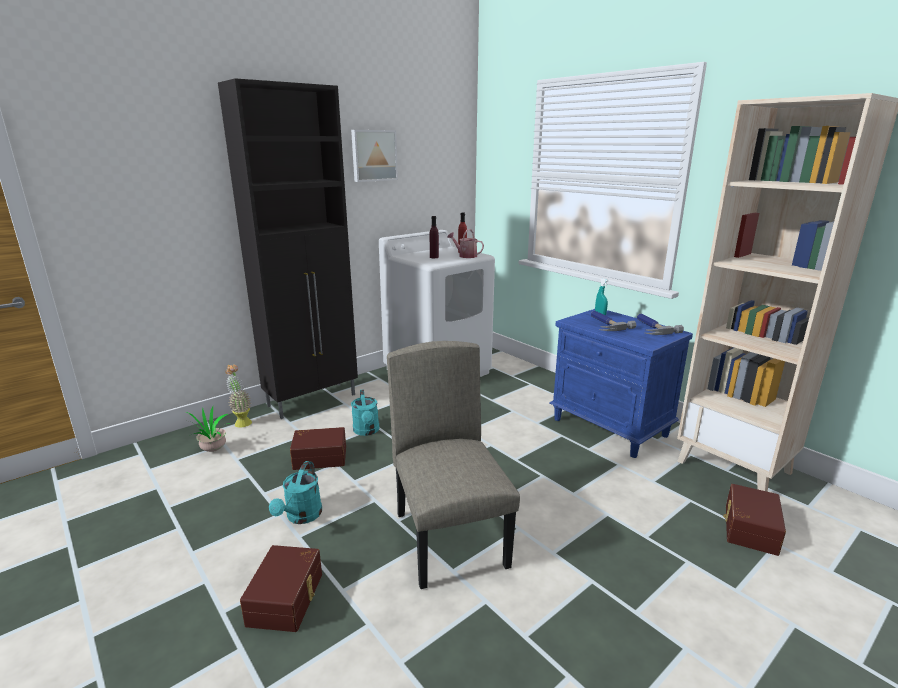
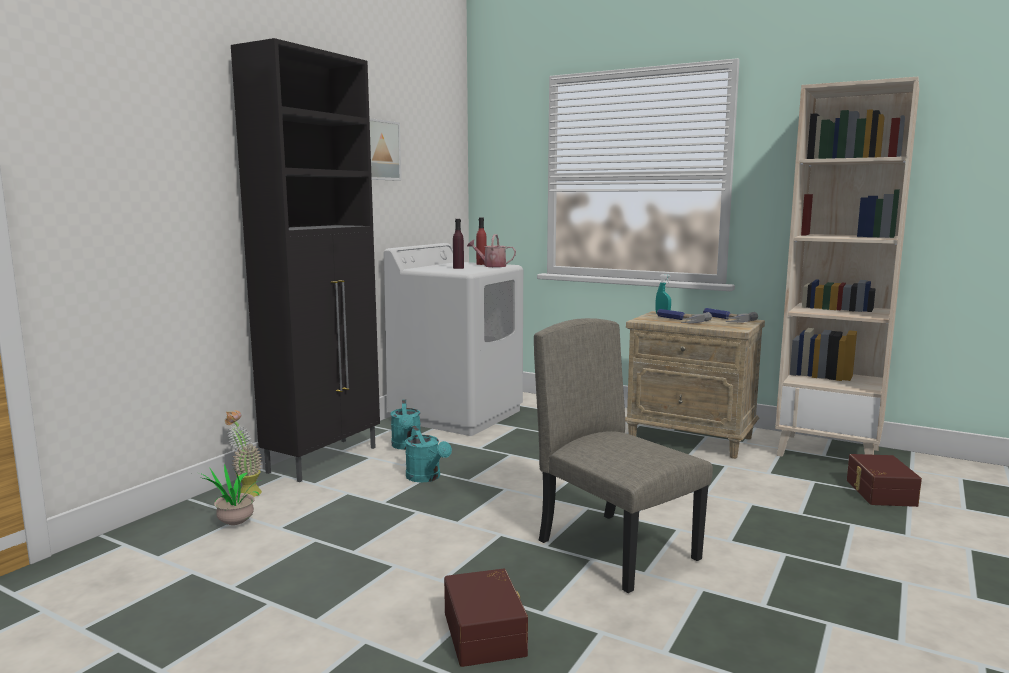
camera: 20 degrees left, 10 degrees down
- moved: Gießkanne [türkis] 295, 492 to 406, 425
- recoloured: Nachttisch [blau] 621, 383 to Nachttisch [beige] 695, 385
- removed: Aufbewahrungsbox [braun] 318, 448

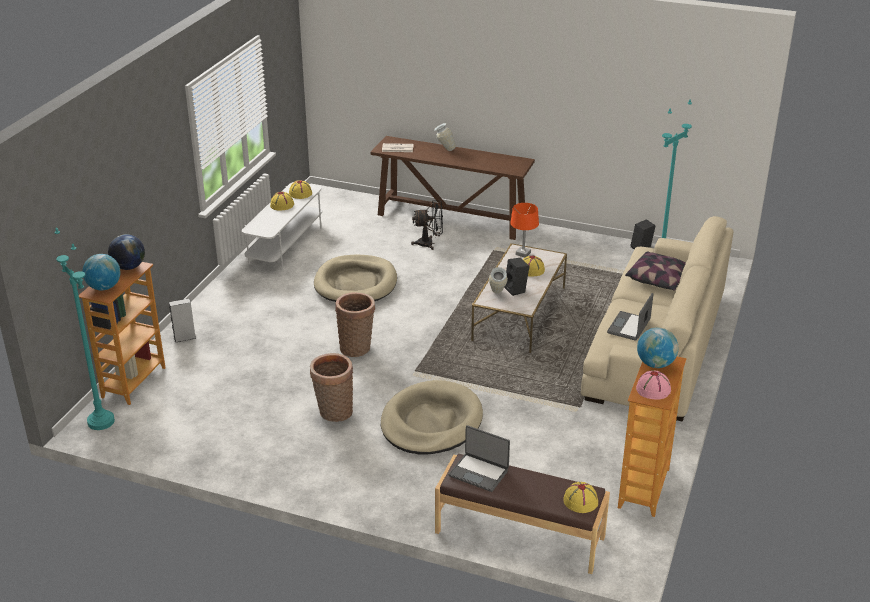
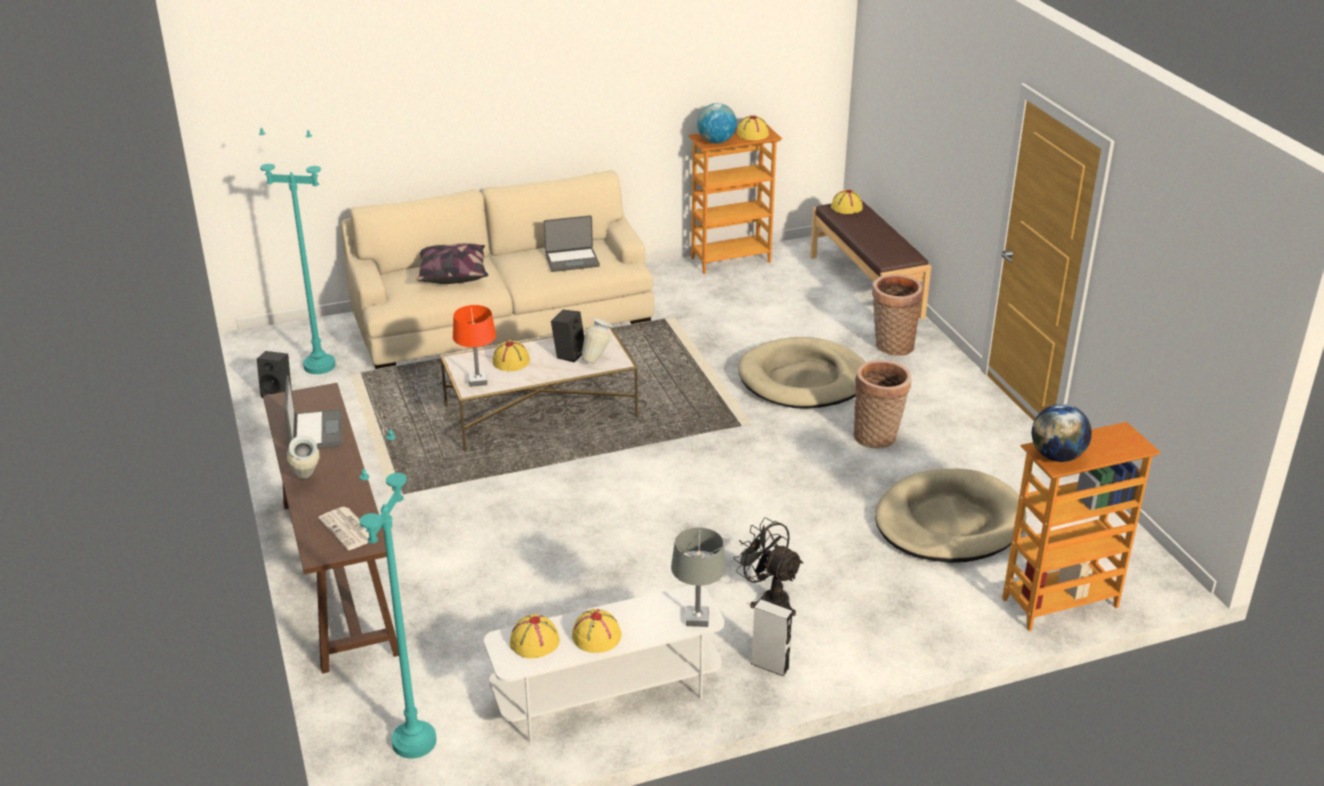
camera: 130 degrees left, 0 degrees up
- moved: Laptop 479, 458 to 313, 412
- moved: Stehlampe [türkis] 85, 329 to 397, 594
- added: Tischlampe [grau] 698, 577
- moved: Ventilator [schwarz] 427, 225 to 768, 566
- recoloured: Hut [rosa] 653, 384 to Hut [gelb] 753, 127
- moved: Lautsprecher [grau] 182, 320 to 772, 638
- moved: Korb 355, 324 to 897, 315
- moved: Hundebett [beige] 355, 278 to 950, 516
- removed: Globus 101, 272

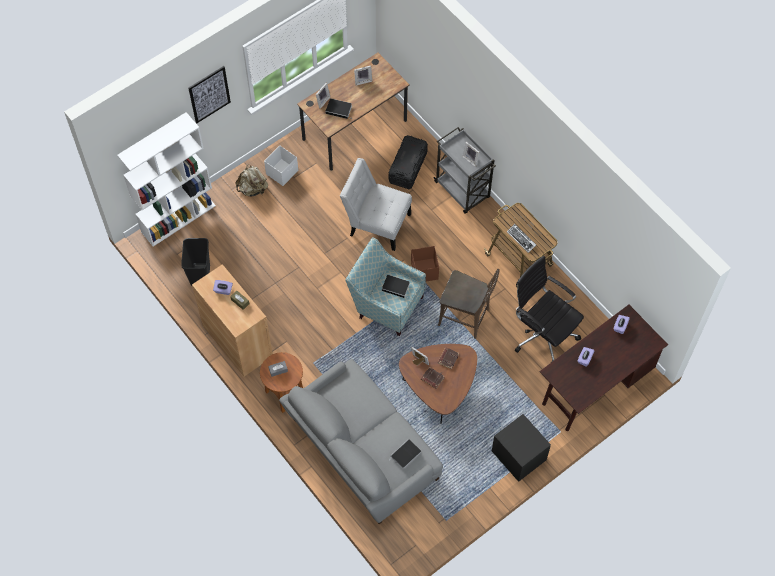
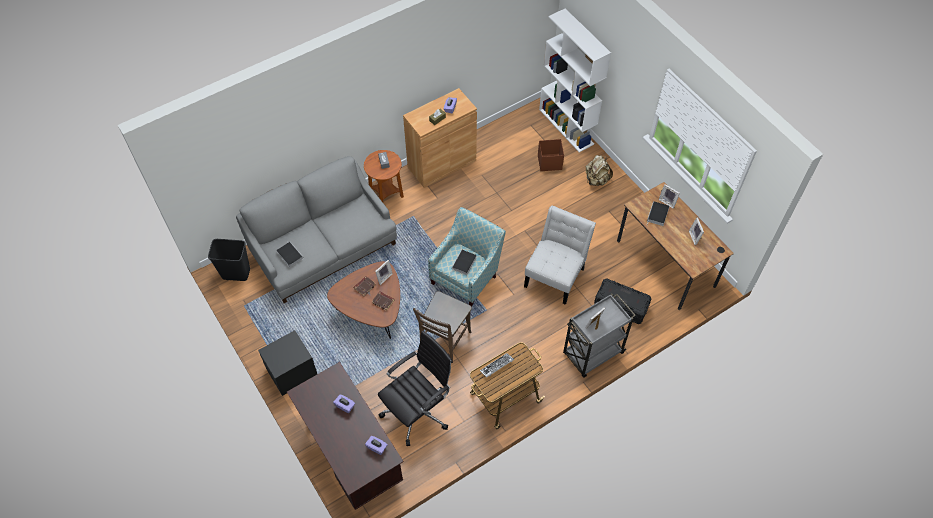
camera: 95 degrees right, 5 degrees down
- moved: Mülleimer [schwarz] 195, 262 to 229, 260
- moved: Aufbewahrungsbox [braun] 425, 263 to 551, 155
- removed: Bild 209, 94
- removed: Aufbewahrungsbox [weiß] 281, 166

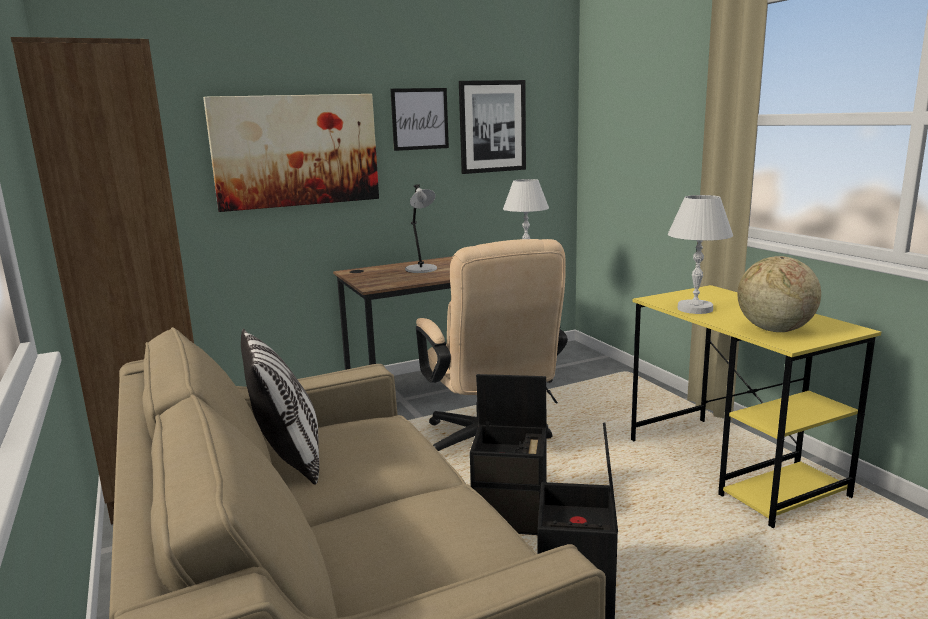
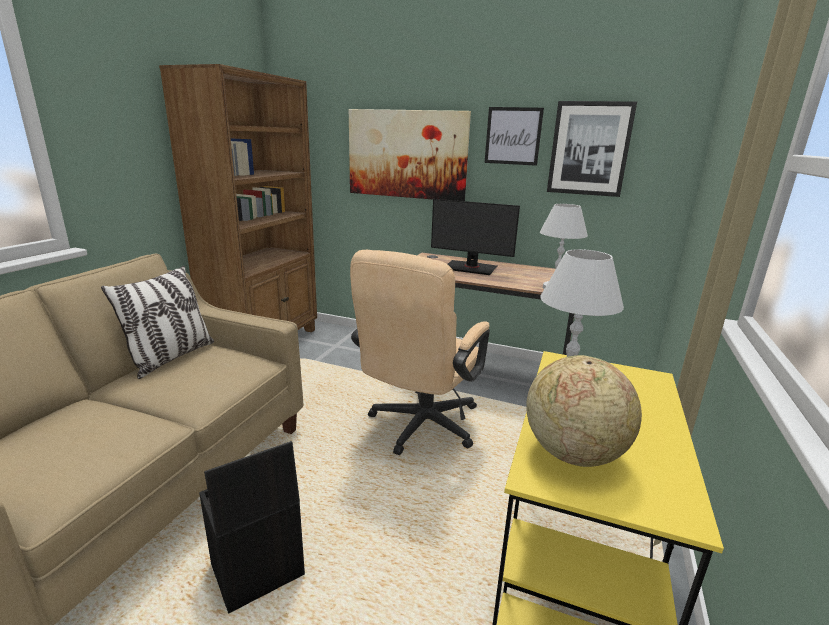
camera: 45 degrees right, 5 degrees up
- replaced: Tischlampe [grau] 421, 228 to Monitor 475, 237
- removed: Aufbewahrungsbox [schwarz] 508, 454

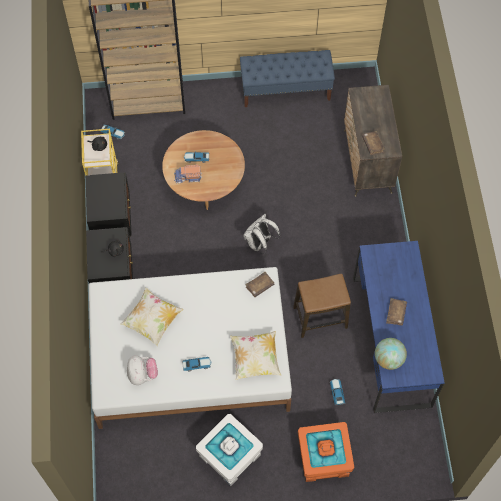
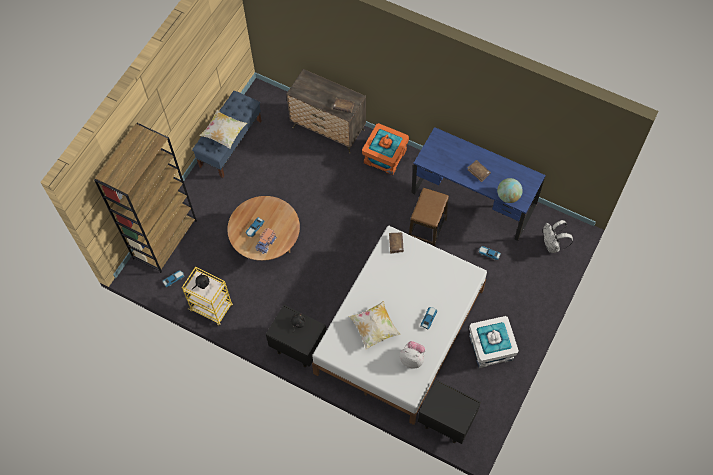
camera: 55 degrees left, 0 degrees up
- moved: Kissen 255, 355 to 223, 129
- moved: Aufbewahrungsbox [orange] 326, 452 to 385, 149
- moved: Nachttisch [schwarz] 109, 204 to 449, 412
- moved: Rucksack [weiß] 261, 234 to 558, 236

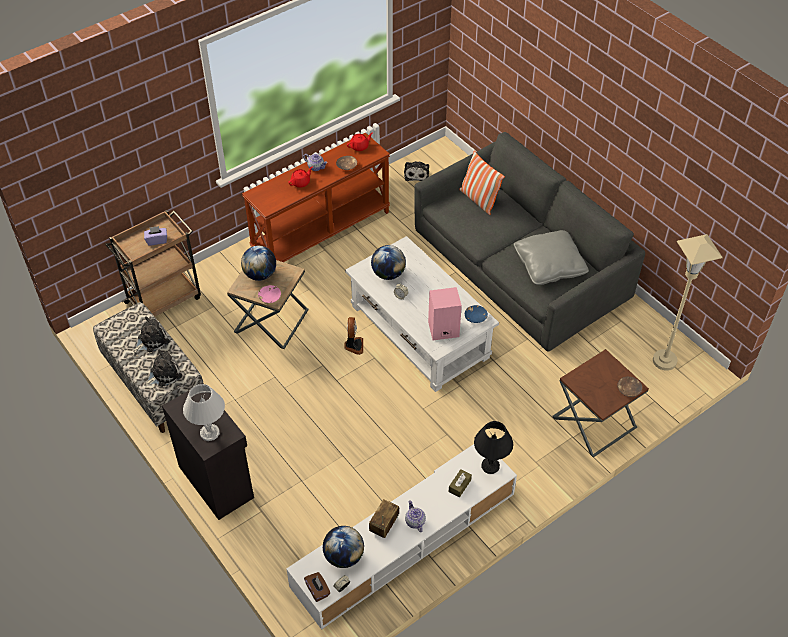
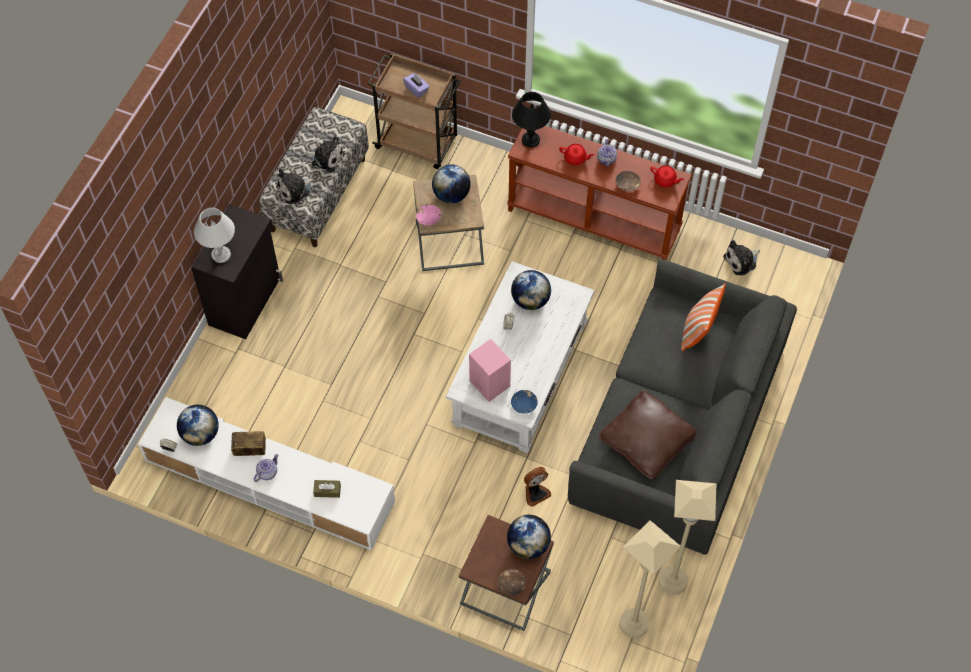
camera: 60 degrees right, 10 degrees up
- turned: Plüschtier 163, 368 = 295, 186 120 degrees clockwise
- added: Globus 529, 537
- moved: Tischlampe [schwarz] 493, 447 to 531, 119
- moved: Ventilator 353, 336 to 537, 487
- recoloured: Kissen [grau] 551, 257 to Kissen [braun] 648, 434
- added: Stehlampe [beige] 688, 537
- removed: Taschentuchbox [braun] 317, 587

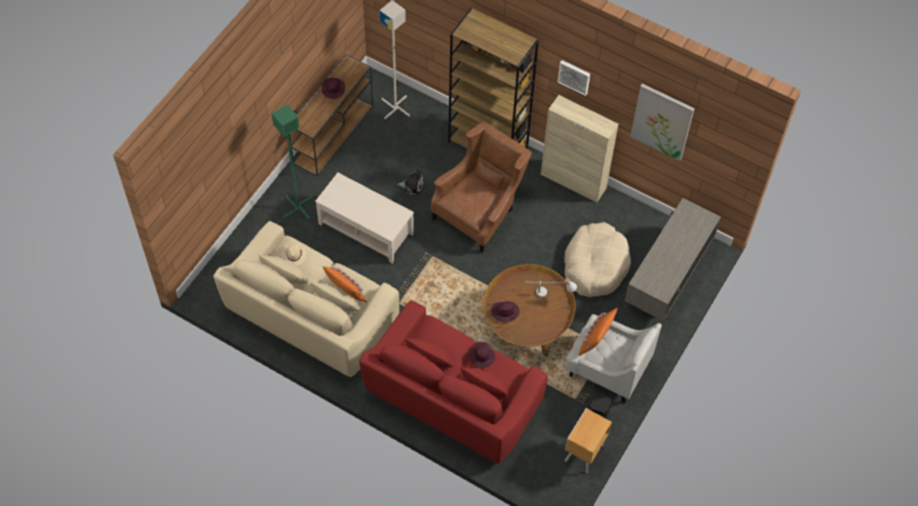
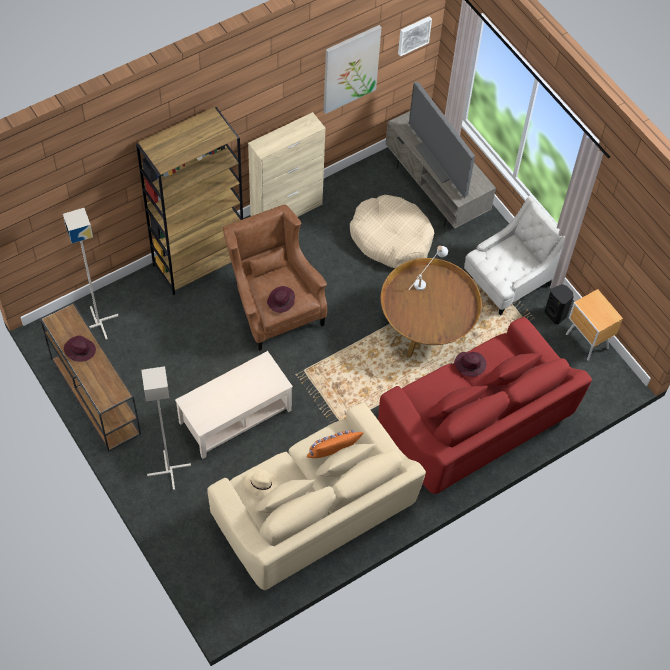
camera: 65 degrees left, 0 degrees up
- recoloured: Stehlampe [grün] 292, 161 to Stehlampe [grau] 166, 428
- moved: Hut [lila] 505, 311 to 281, 299
- moved: Bild 574, 78 to 415, 36
- added: Fernseher 442, 140
- removed: Plüschtier 410, 182
- removed: Kissen [orange] 598, 332

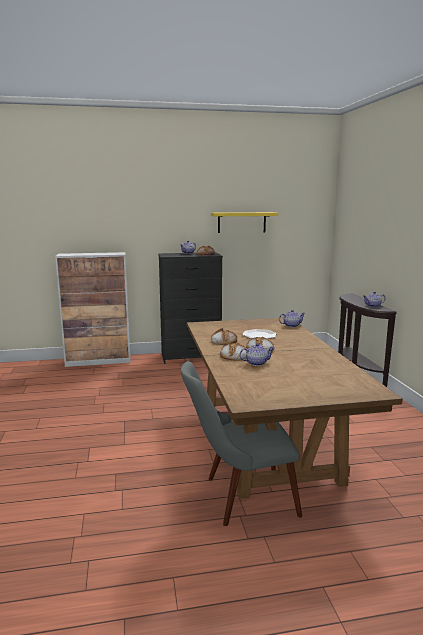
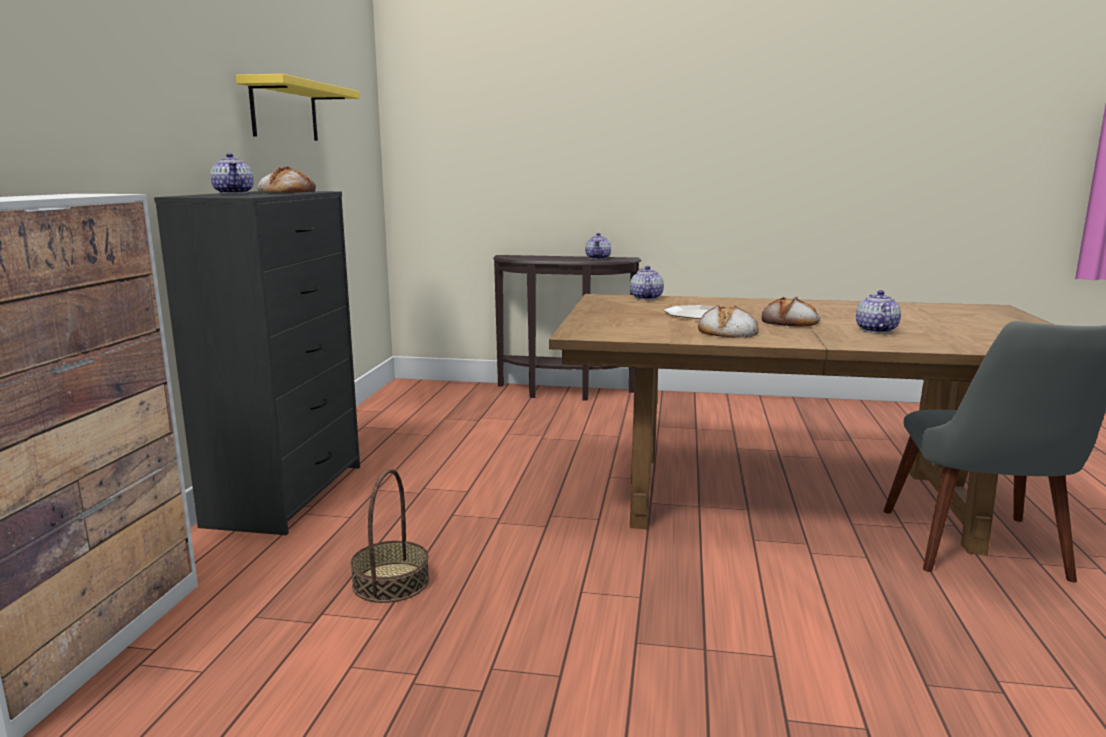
camera: 70 degrees left, 0 degrees up
- added: Korb 390, 536
- removed: Brot 234, 352

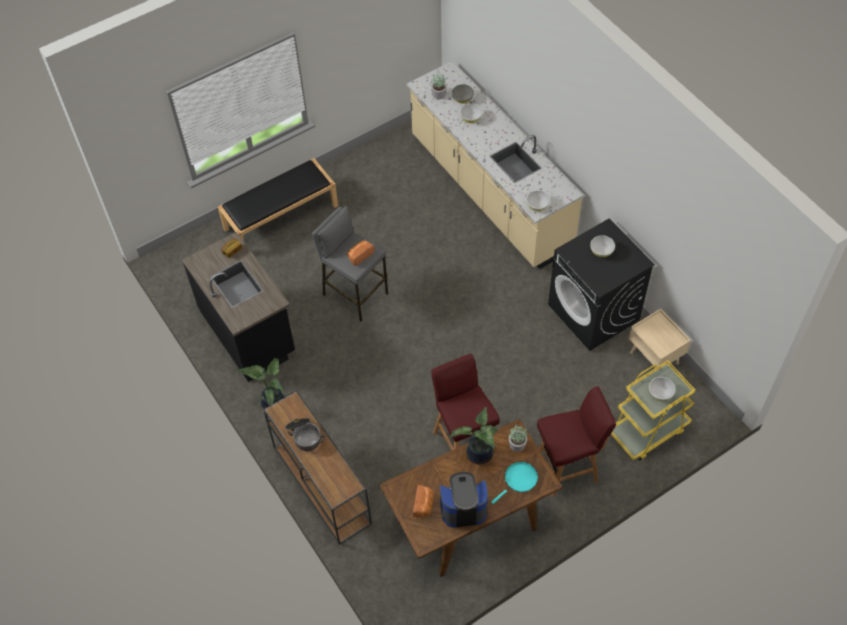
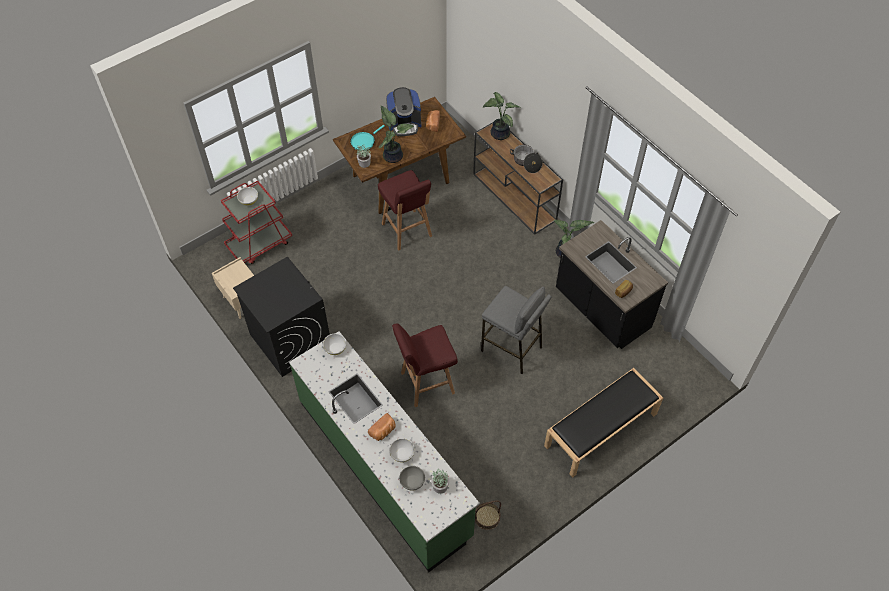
camera: 175 degrees right, 0 degrees up
- recoloured: Rollwagen [gelb] 653, 410 to Rollwagen [rot] 256, 222
- recoloured: Küchenzeile [beige] 495, 165 to Küchenzeile [grün] 384, 451
- moved: Brot 361, 253 to 382, 427
- moved: Hocker [rot] 576, 441 to 425, 365
- added: Korb 488, 515
- added: Topfpflanze 502, 116
- removed: Schüssel [weiß] 602, 246

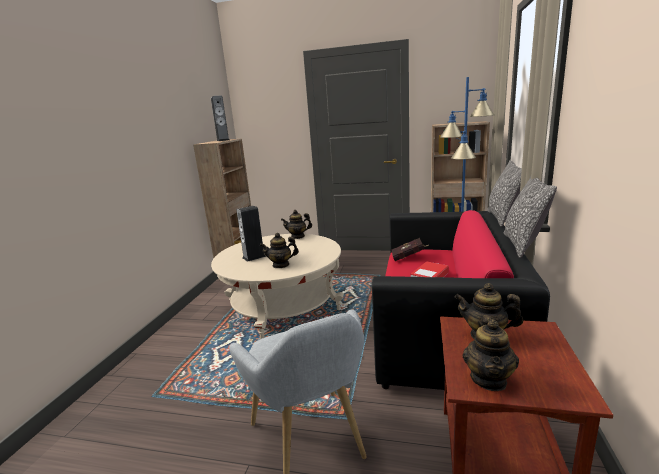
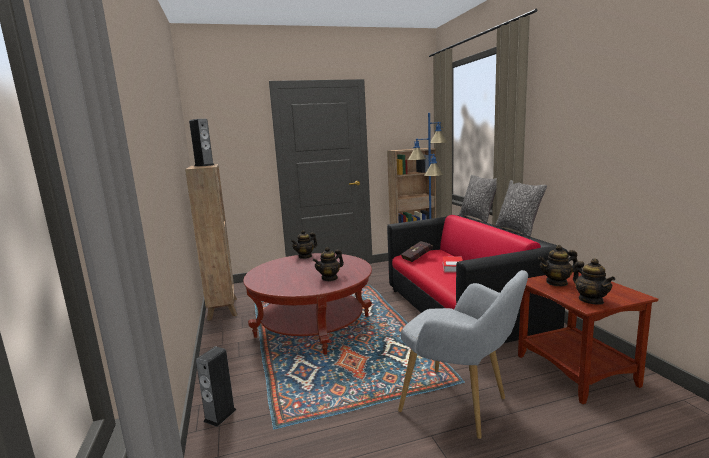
camera: 30 degrees left, 5 degrees down
- moved: Lautsprecher 251, 234 to 216, 386
- recoloured: Couchtisch [beige] 277, 286 to Couchtisch [rot] 307, 303

